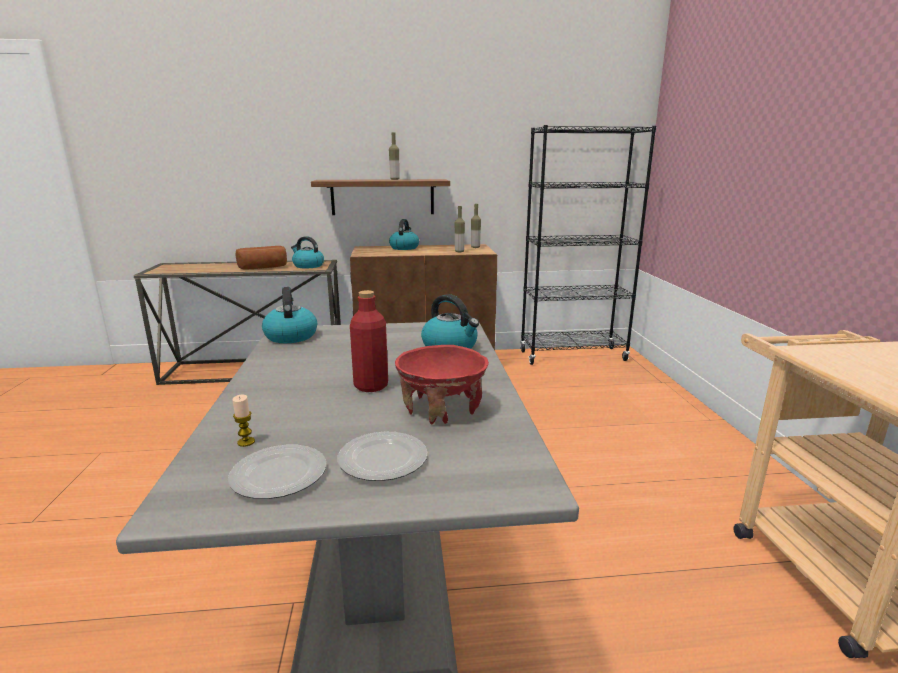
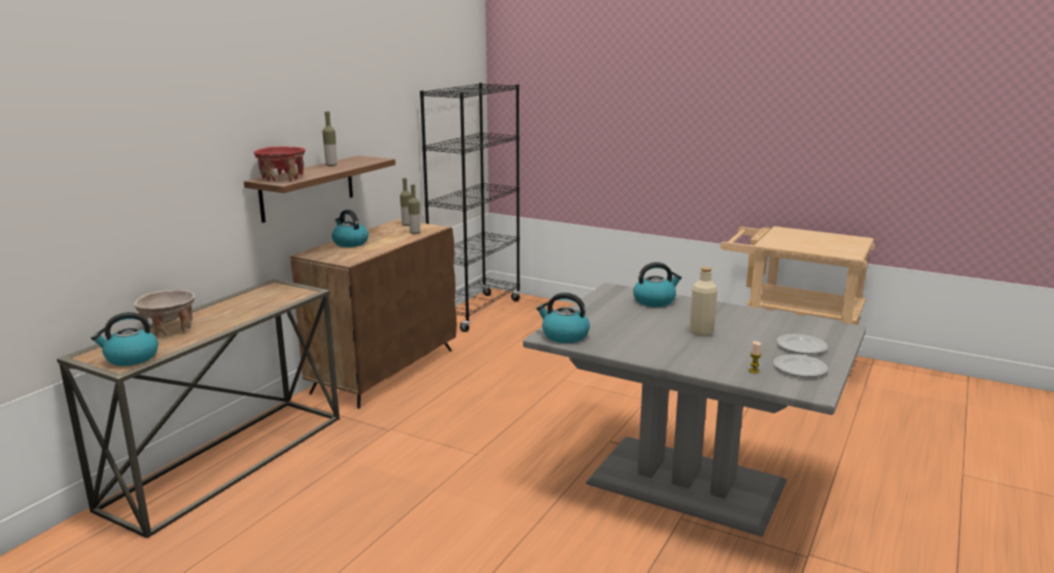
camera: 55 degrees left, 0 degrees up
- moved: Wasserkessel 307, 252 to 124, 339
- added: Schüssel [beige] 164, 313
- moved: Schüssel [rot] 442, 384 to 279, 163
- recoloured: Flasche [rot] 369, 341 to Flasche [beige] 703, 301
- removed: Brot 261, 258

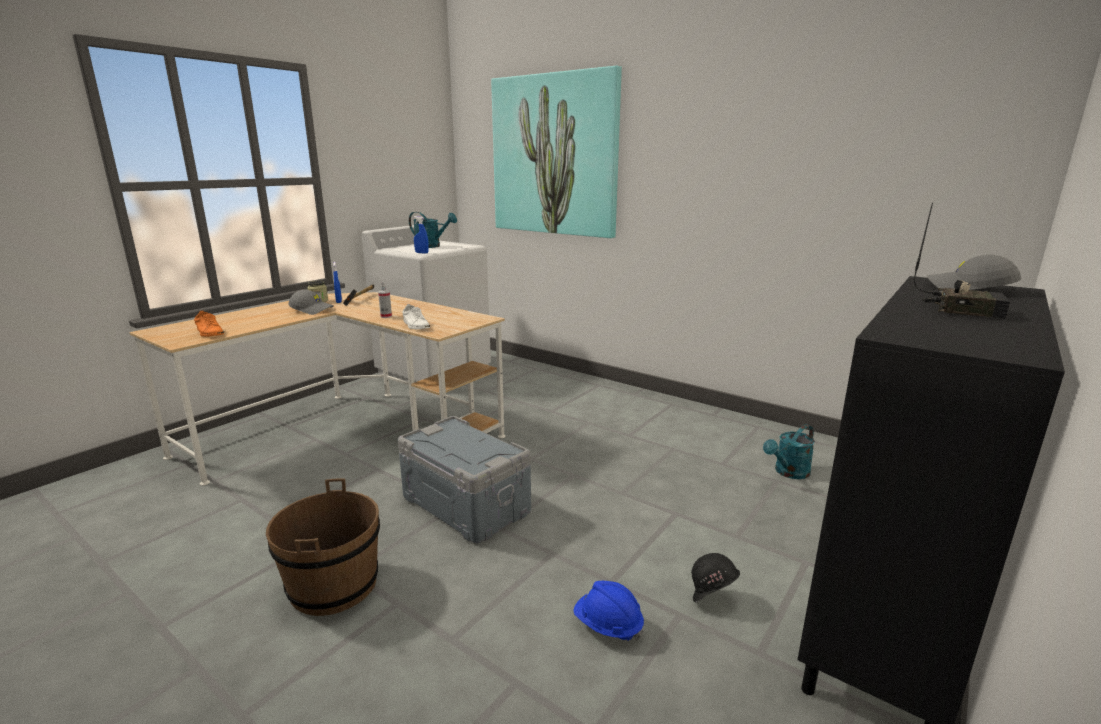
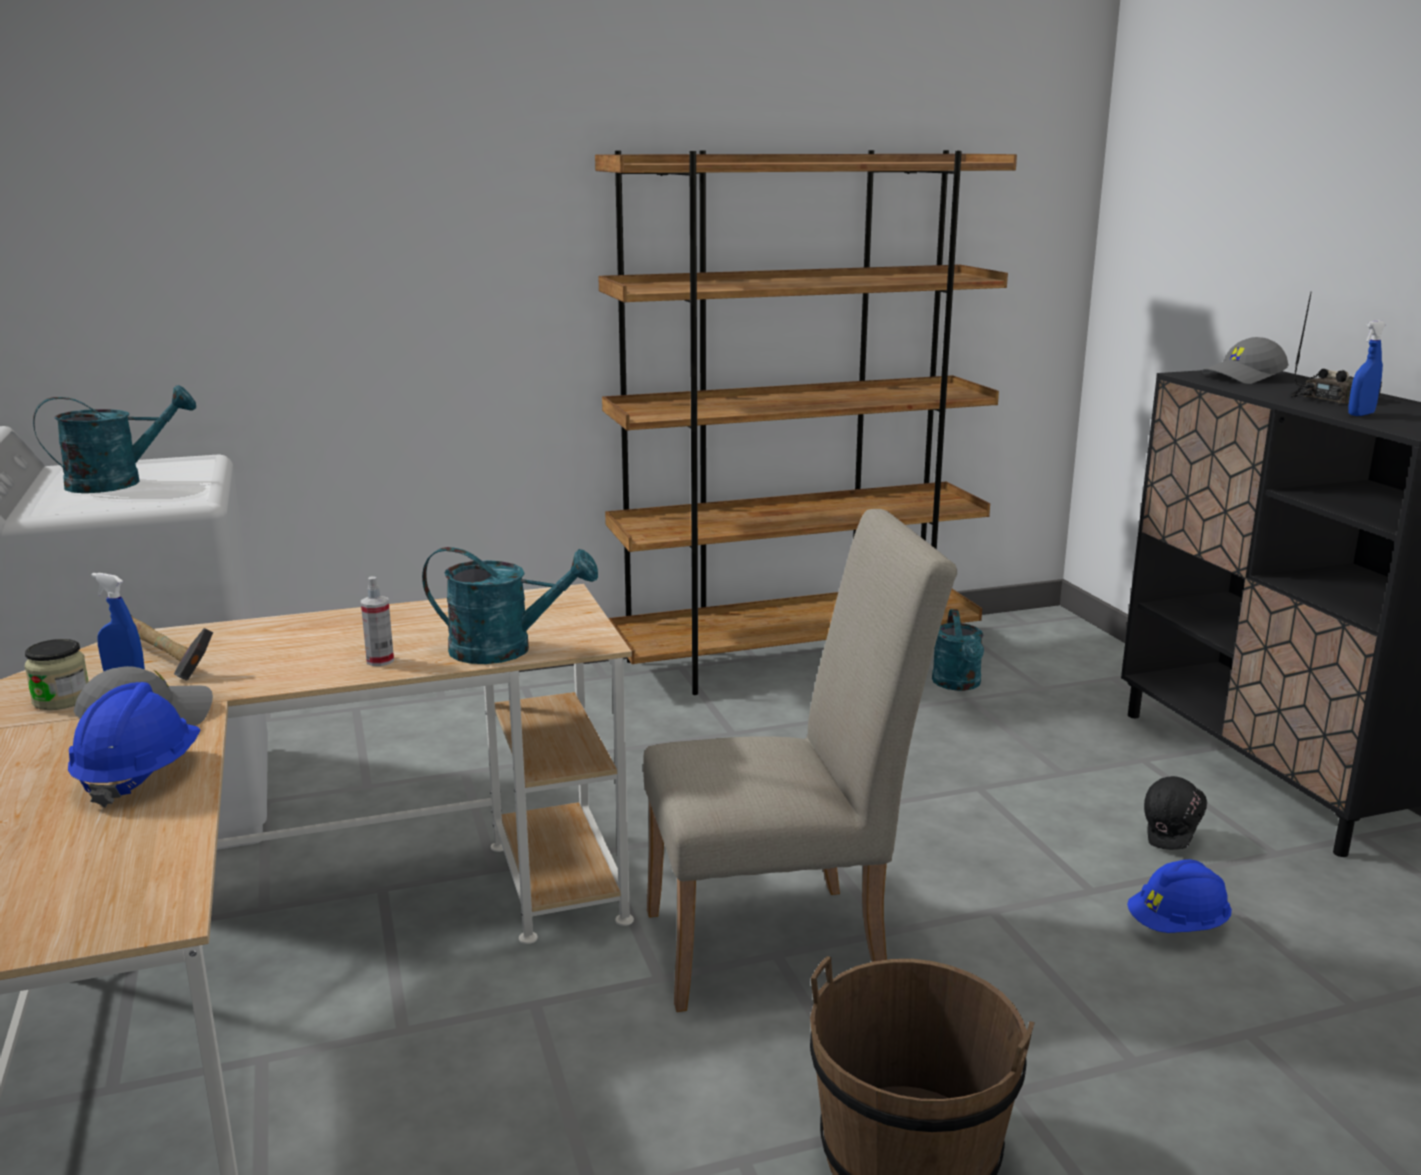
camera: 55 degrees left, 0 degrees up
- added: Schutzhelm [blau] 134, 745
- replaced: Schuh [weiß] 416, 316 to Gießkanne [türkis] 510, 605
- added: Bücherregal [braun] 806, 422
- replaced: Aufbewahrungsbox [grau] 464, 479 to Stuhl [beige] 800, 760
- moved: Sprühflasche [blau] 421, 235 to 1367, 368
- removed: Schuh [orange] 209, 324
- removed: Bild 556, 152

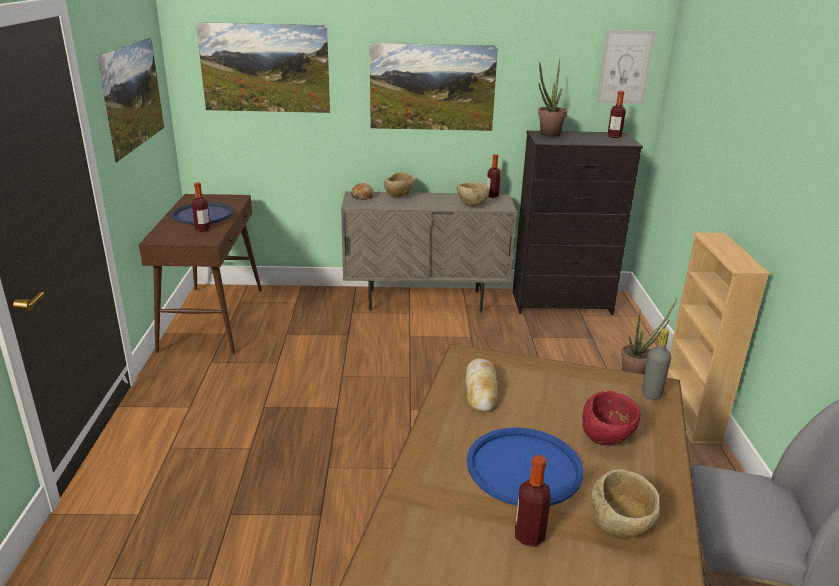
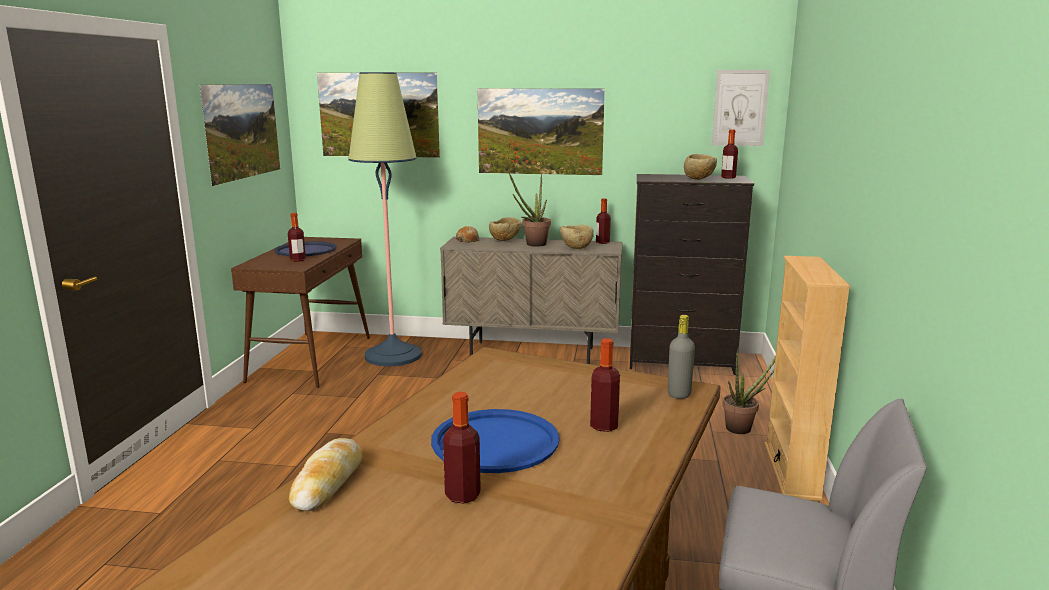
camera: 10 degrees right, 10 degrees down
- moved: Brot 481, 385 to 325, 474
- added: Stehlampe 385, 219
- moved: Topfpflanze 553, 97 to 530, 209
- replaced: Schüssel [rot] 611, 418 to Flasche 605, 385
- moved: Schüssel [beige] 625, 504 to 700, 167

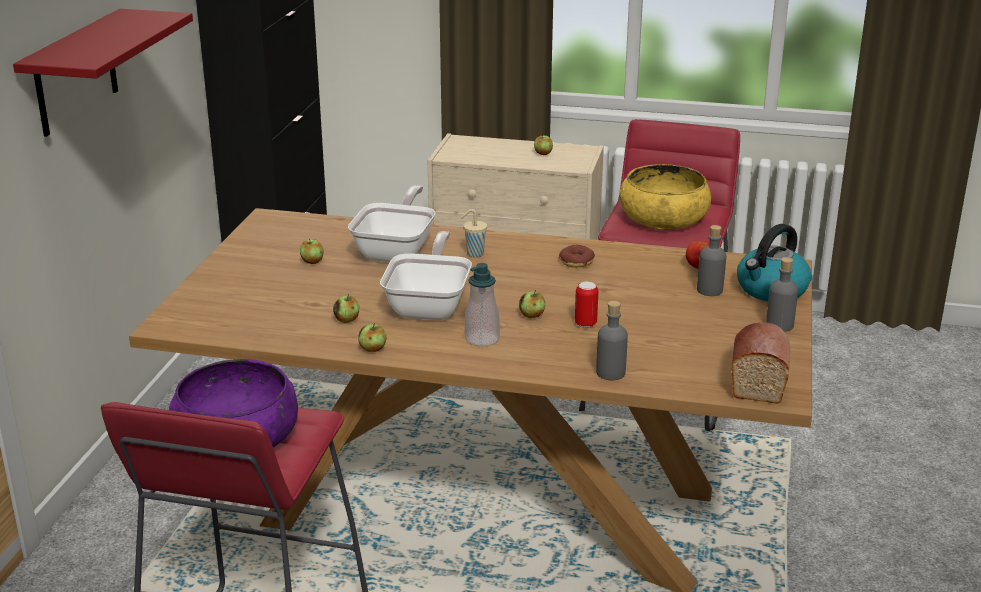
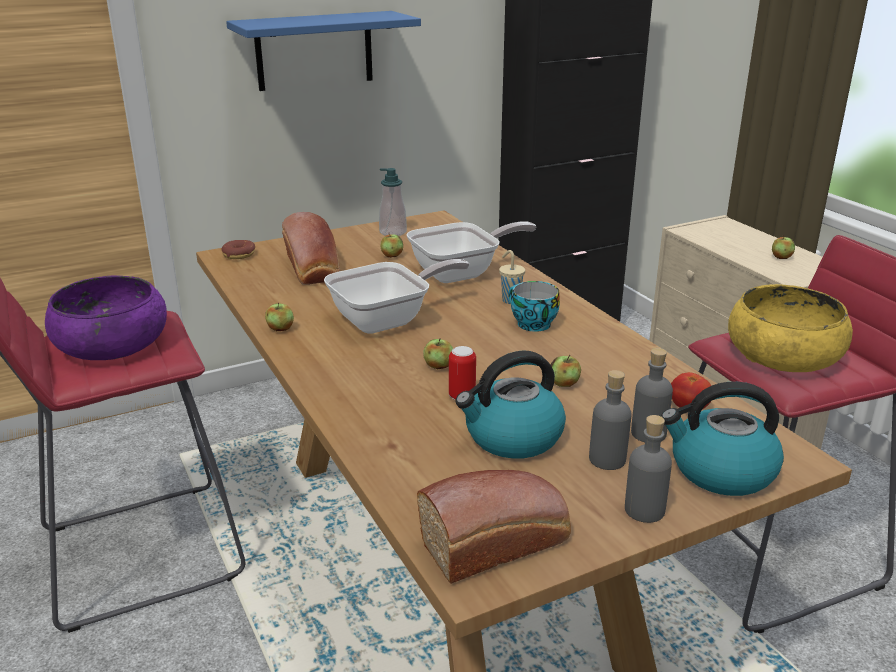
camera: 50 degrees right, 0 degrees up
- moved: Donut 577, 256 to 238, 249
- recoloured: Wandregal [rot] 103, 73 to Wandregal [blau] 323, 51
- added: Brot 311, 248
- moved: Seifenspender 482, 305 to 393, 202
- added: Wasserkessel 511, 405
- added: Tasse 534, 306
- moved: Apfel 346, 308 to 566, 371
- moved: Flasche [grau] 612, 340 to 610, 420

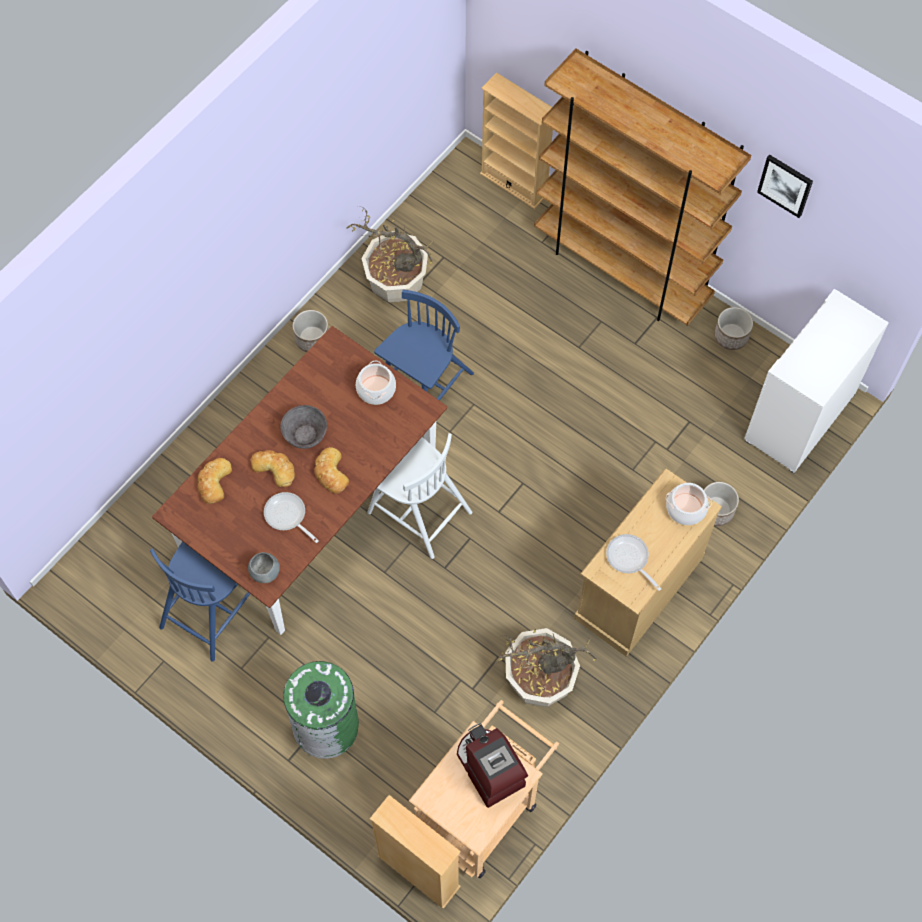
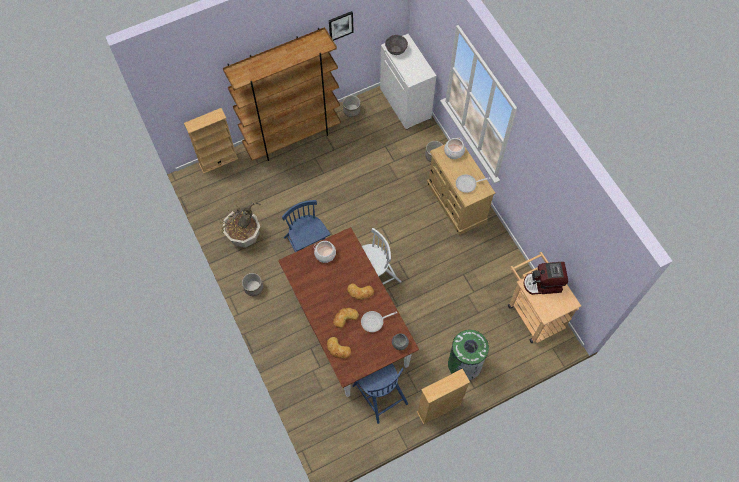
camera: 65 degrees left, 0 degrees up
- moved: Schüssel [grau] 303, 427 to 396, 45
- moved: Bücherregal [beige] 415, 852 to 443, 397
- removed: Topfpflanze 546, 667

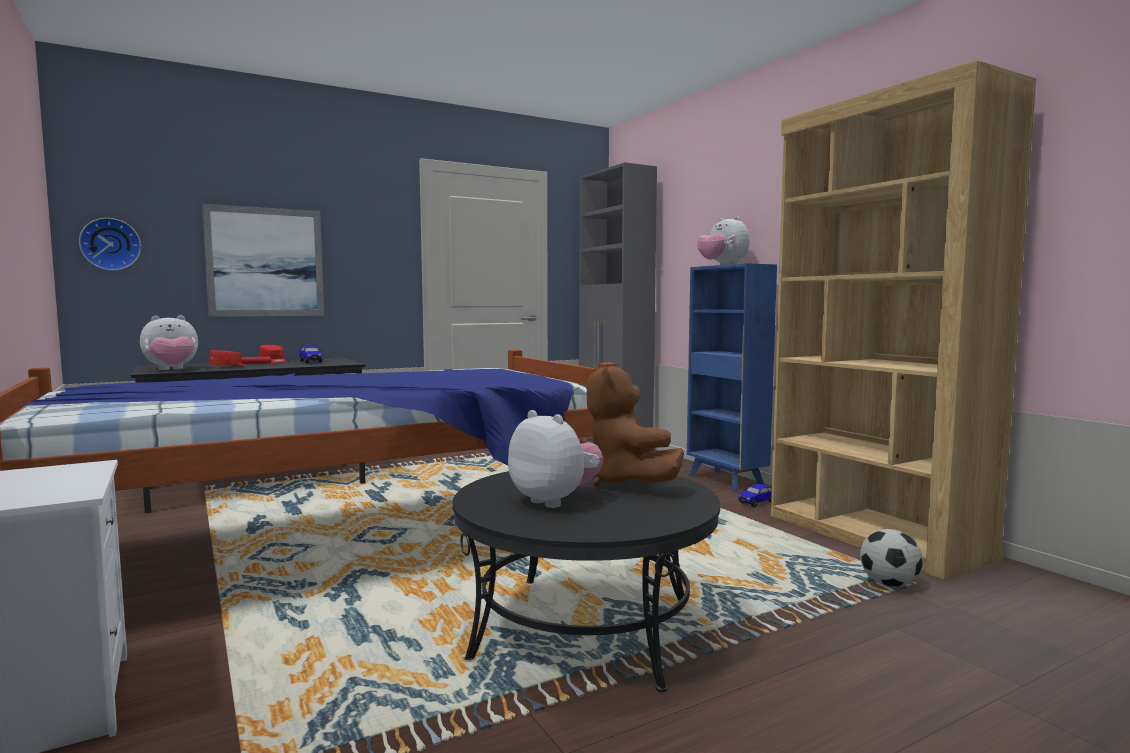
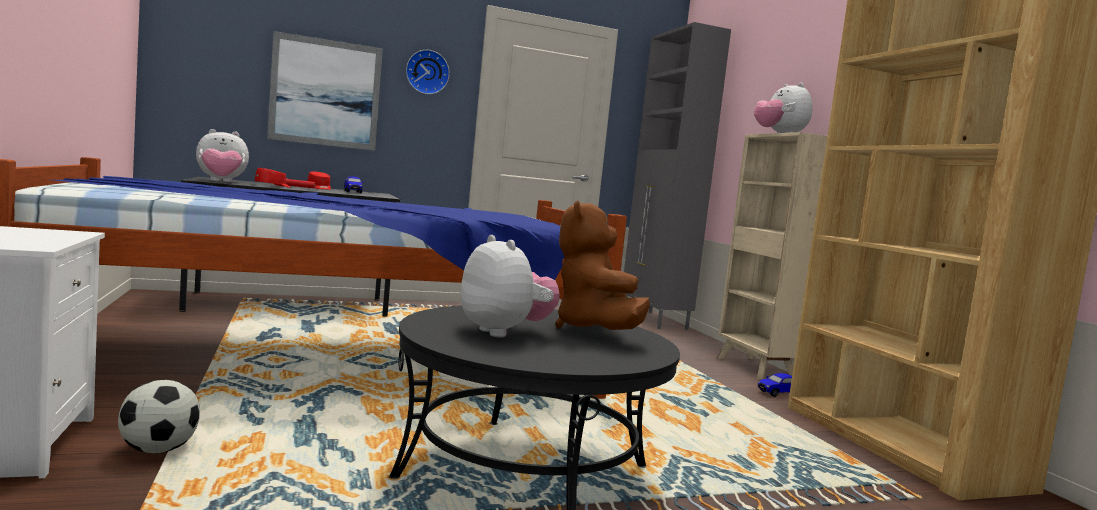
camera: 10 degrees right, 0 degrees up
- moved: Fußball 891, 558 to 159, 416
- moved: Wanduhr 110, 244 to 428, 72
- recoloured: Bücherregal [blau] 732, 377 to Bücherregal [beige] 772, 255

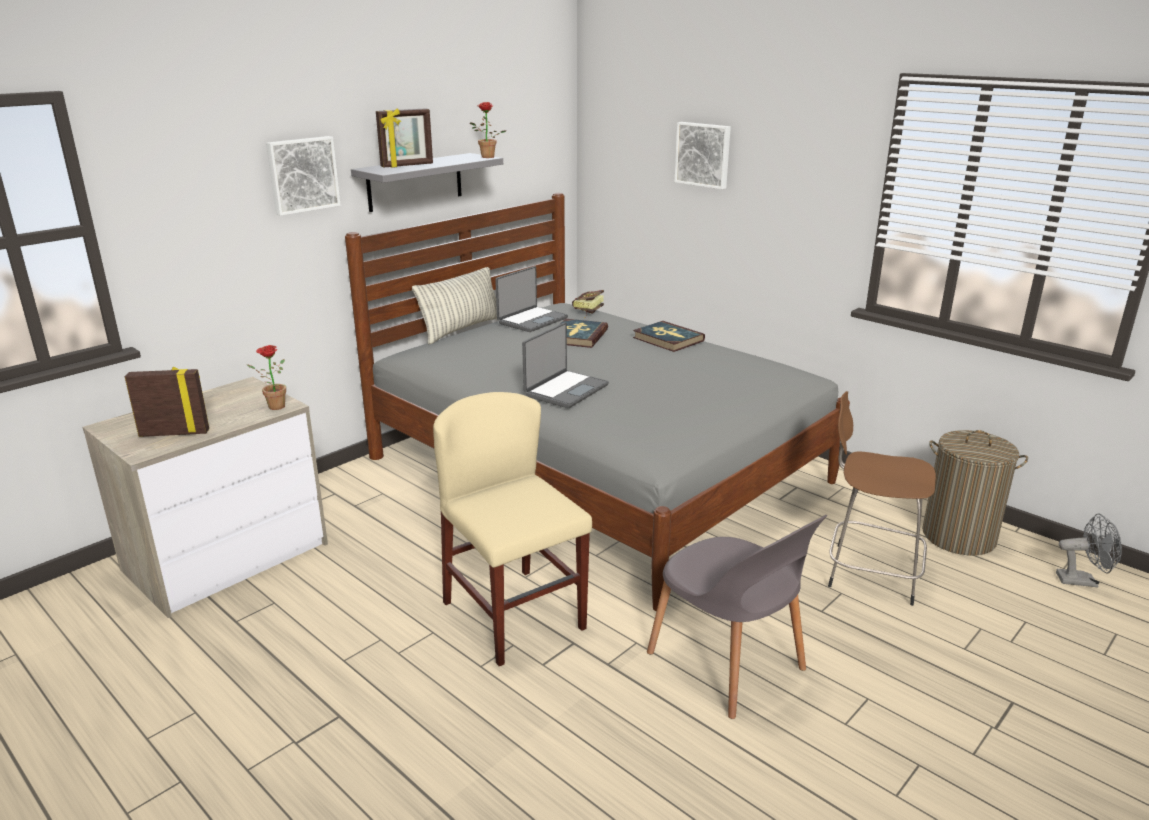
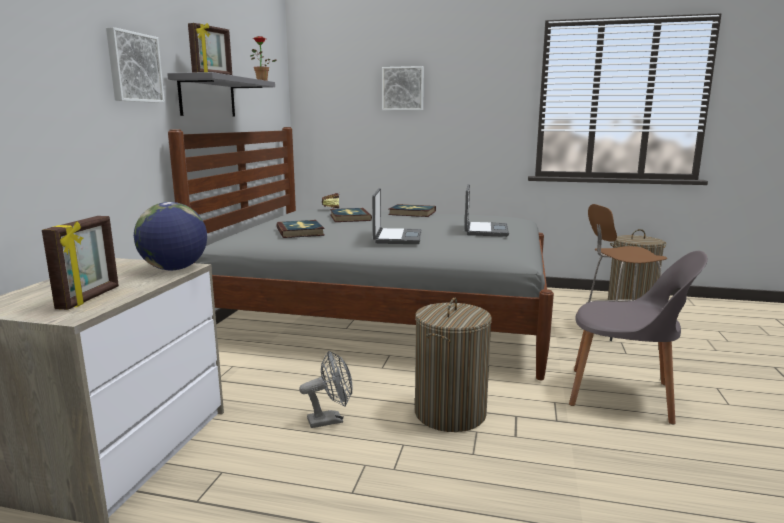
camera: 30 degrees left, 10 degrees down
- turned: Bilderrahmen 167, 402 = 80, 263 135 degrees clockwise
- replaced: Topfpflanze 266, 377 to Globus 170, 236
- added: Buch 300, 229
- moved: Ventilator [grau] 1089, 550 to 326, 389
- replaced: Stuhl [beige] 512, 529 to Wäschekorb 453, 365
- moved: Laptop 531, 299 to 486, 210
- removed: Kissen 454, 306

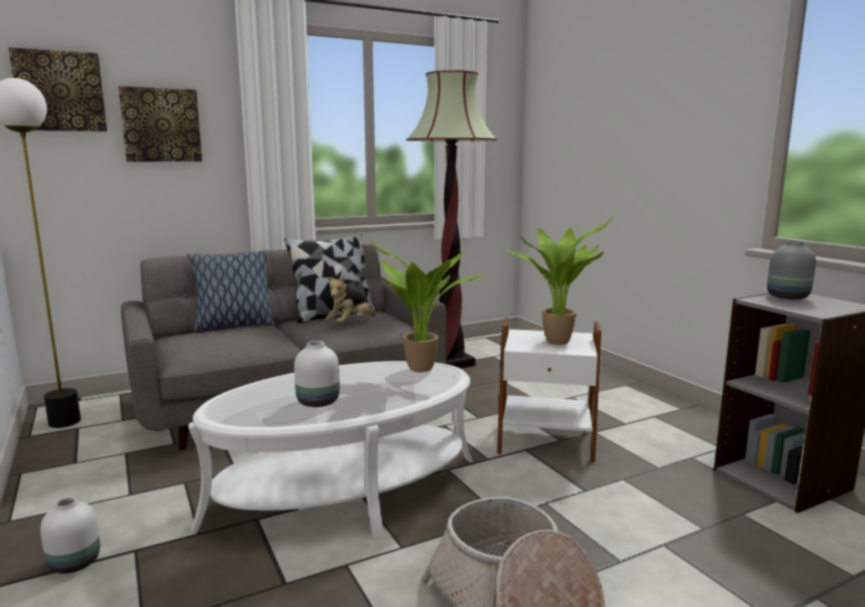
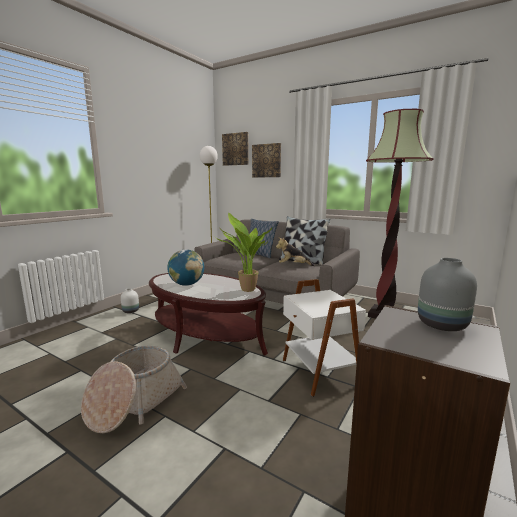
camera: 60 degrees right, 0 degrees up
- recoloured: Couchtisch [weiß] 330, 449 to Couchtisch [braun] 208, 314
- replaced: Vase [weiß] 317, 374 to Globus 185, 268
- removed: Topfpflanze 559, 280

